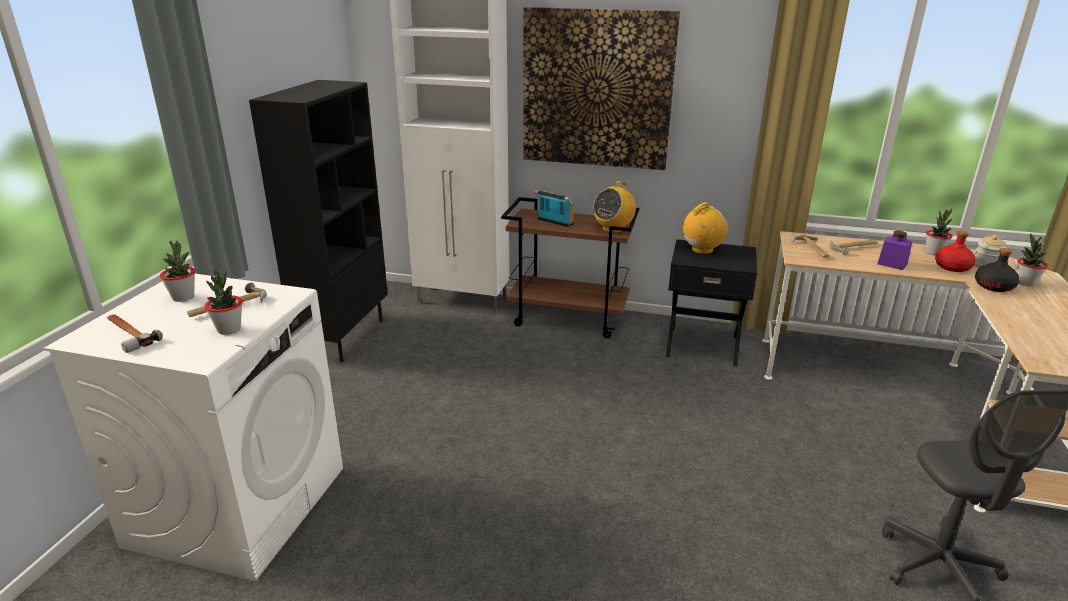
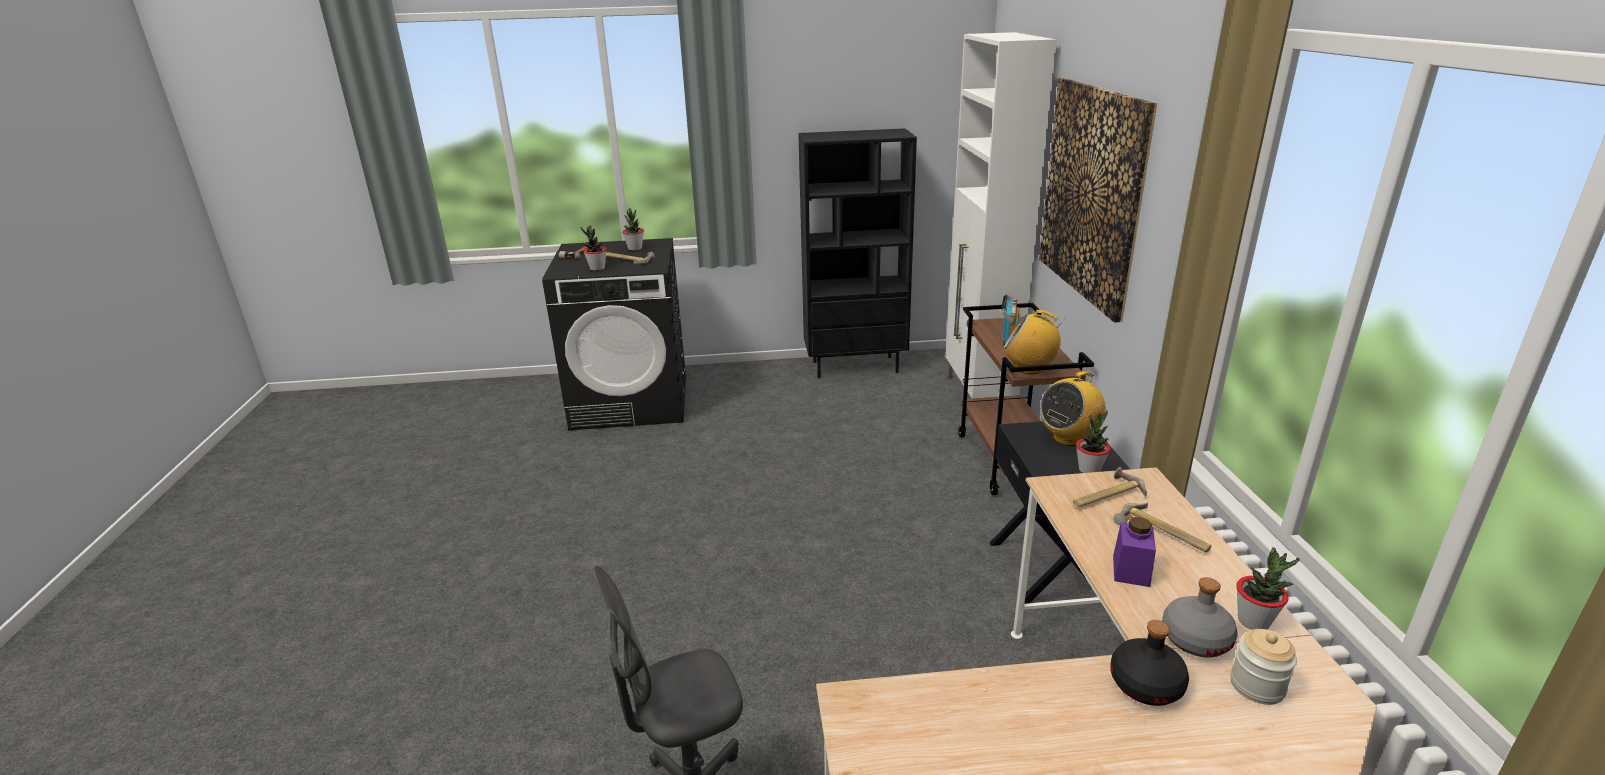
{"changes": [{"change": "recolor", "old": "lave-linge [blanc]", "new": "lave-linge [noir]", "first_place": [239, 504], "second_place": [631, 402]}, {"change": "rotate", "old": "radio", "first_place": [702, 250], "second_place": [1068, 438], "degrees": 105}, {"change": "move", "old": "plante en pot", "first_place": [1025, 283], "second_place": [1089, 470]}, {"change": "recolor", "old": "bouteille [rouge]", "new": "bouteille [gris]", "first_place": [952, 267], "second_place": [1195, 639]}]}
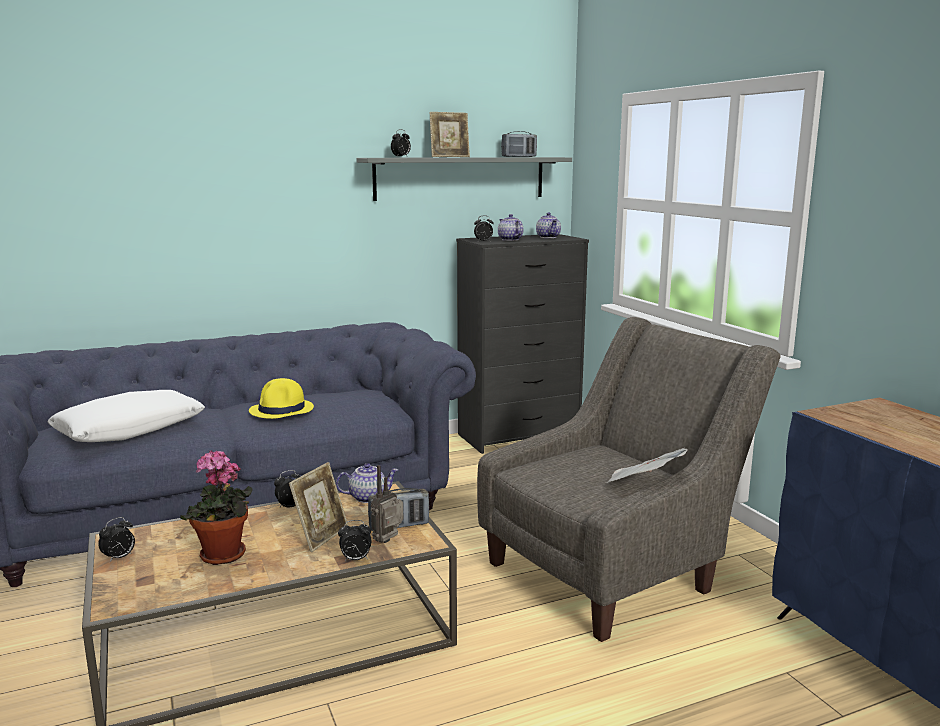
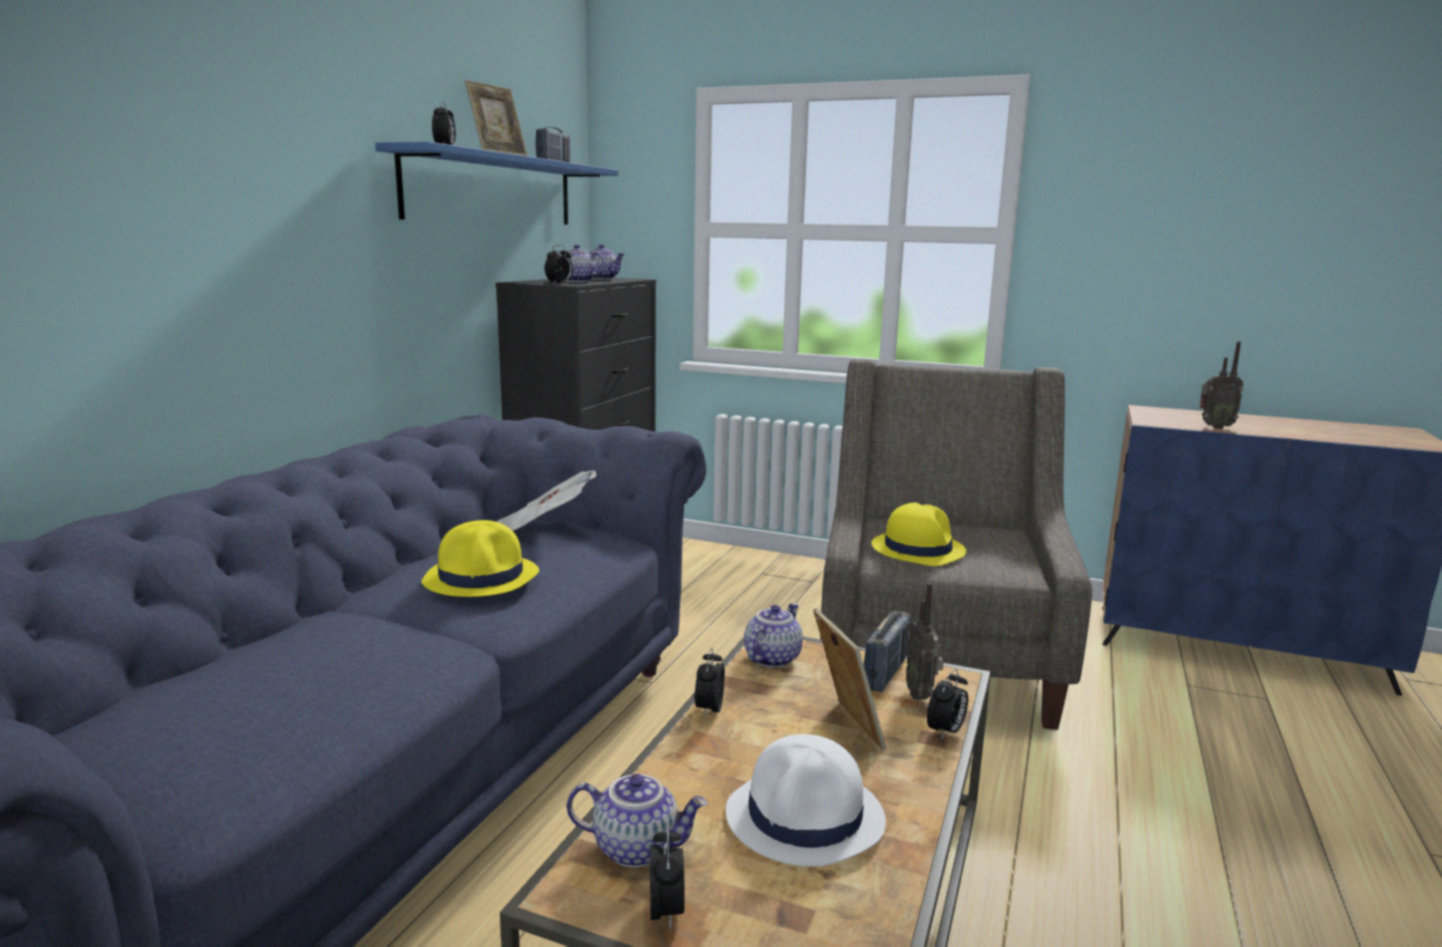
{"changes": [{"change": "recolor", "old": "étagère [gris]", "new": "étagère [bleu]", "first_place": [460, 178], "second_place": [492, 190]}, {"change": "move", "old": "journal", "first_place": [643, 485], "second_place": [543, 529]}, {"change": "insert", "new": "théière", "second_place": [637, 847]}, {"change": "replace", "old": "plante en pot", "new": "chapeau [blanc]", "first_place": [223, 557], "second_place": [806, 817]}, {"change": "insert", "new": "chapeau [jaune]", "second_place": [917, 549]}, {"change": "insert", "new": "radio", "second_place": [1214, 427]}, {"change": "delete", "old": "coussin [blanc]", "first_place": [130, 429]}]}
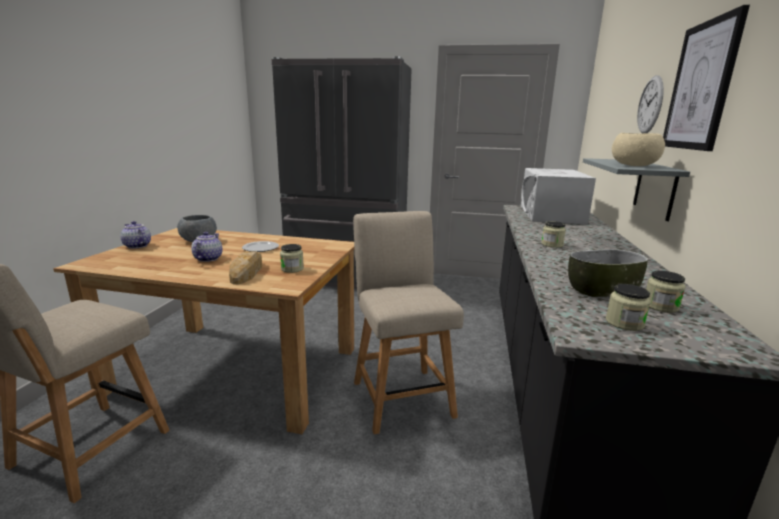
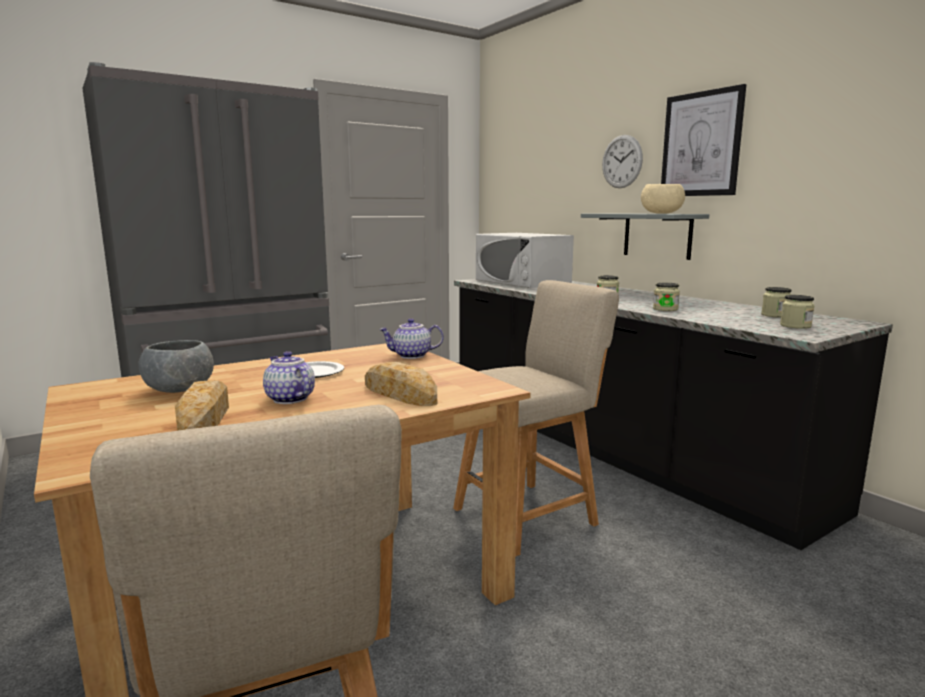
{"changes": [{"change": "insert", "new": "pain", "second_place": [205, 417]}, {"change": "move", "old": "théière", "first_place": [136, 246], "second_place": [411, 356]}, {"change": "rotate", "old": "chaise [beige]", "first_place": [401, 395], "second_place": [530, 514], "degrees": 120}, {"change": "move", "old": "bocal", "first_place": [292, 269], "second_place": [665, 309]}, {"change": "delete", "old": "bol", "first_place": [602, 290]}]}
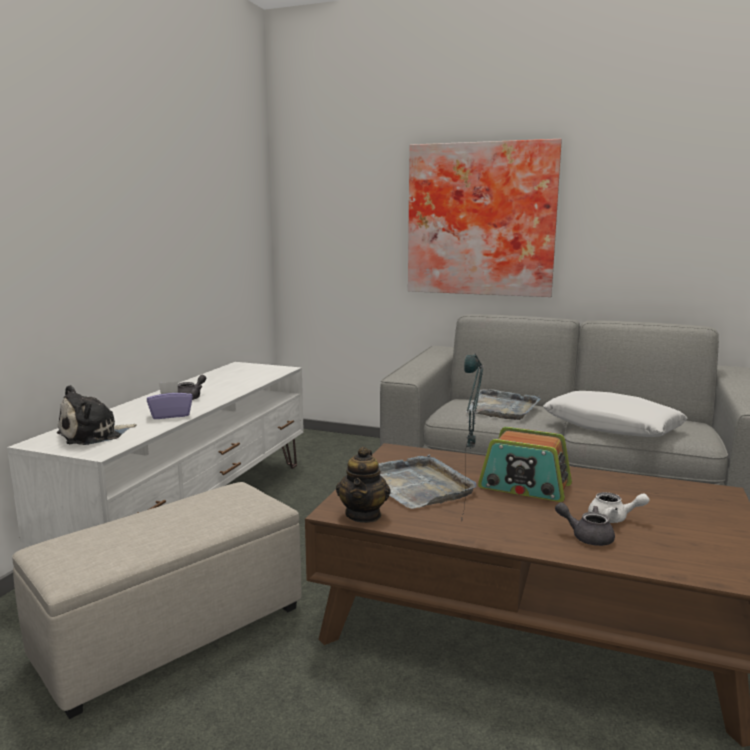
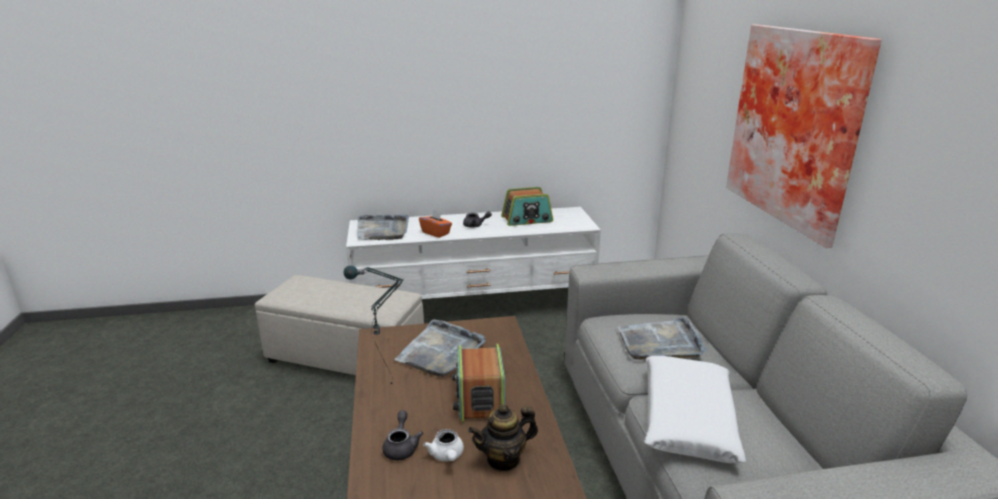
{"changes": [{"change": "replace", "old": "peluche", "new": "plateau [gris]", "first_place": [94, 435], "second_place": [382, 229]}, {"change": "recolor", "old": "boîte à mouchoirs [violet]", "new": "boîte à mouchoirs [orange]", "first_place": [170, 415], "second_place": [436, 233]}, {"change": "move", "old": "théière", "first_place": [364, 515], "second_place": [503, 459]}, {"change": "insert", "new": "radio", "second_place": [527, 219]}]}
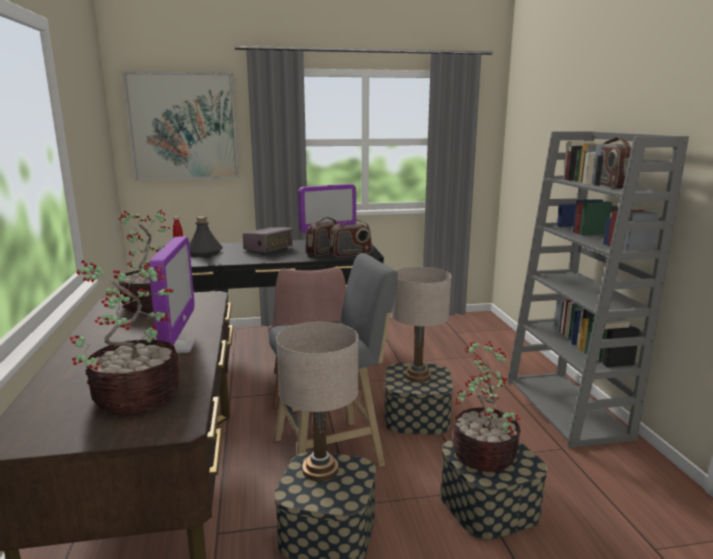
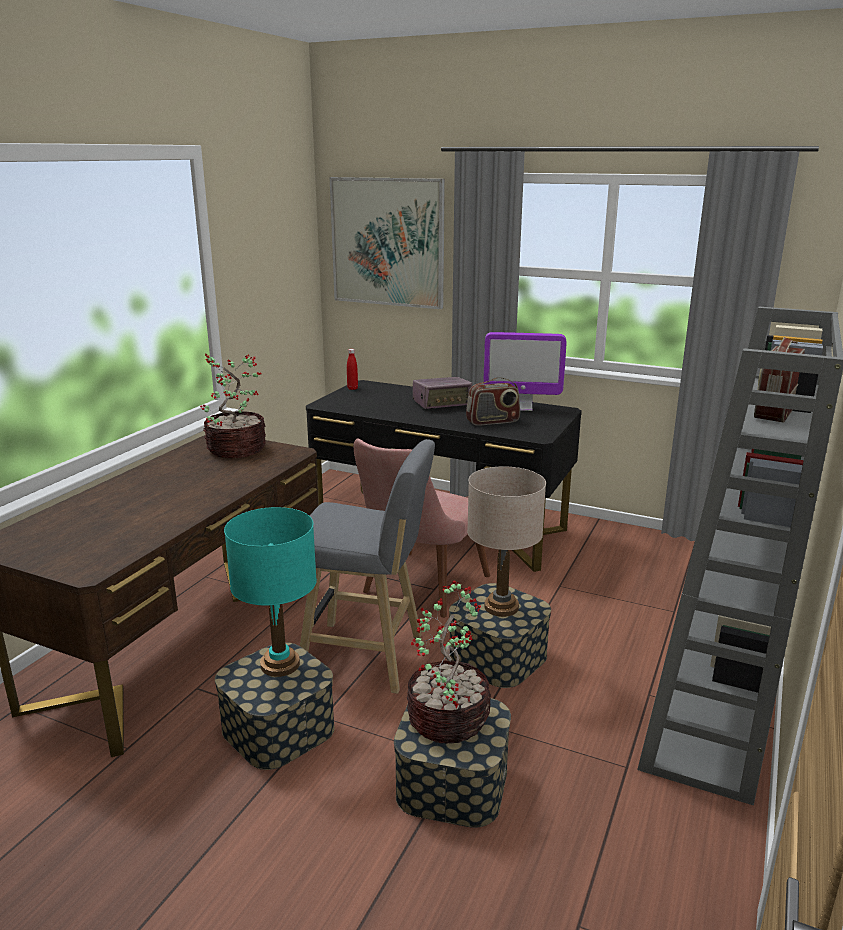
{"changes": [{"change": "recolor", "old": "lampe de table [beige]", "new": "lampe de table [turquoise]", "first_place": [320, 470], "second_place": [280, 665]}, {"change": "delete", "old": "plante en pot", "first_place": [134, 397]}, {"change": "delete", "old": "écran d'ordinateur", "first_place": [177, 347]}, {"change": "delete", "old": "bouteille [gris]", "first_place": [204, 252]}, {"change": "delete", "old": "radio", "first_place": [350, 254]}]}
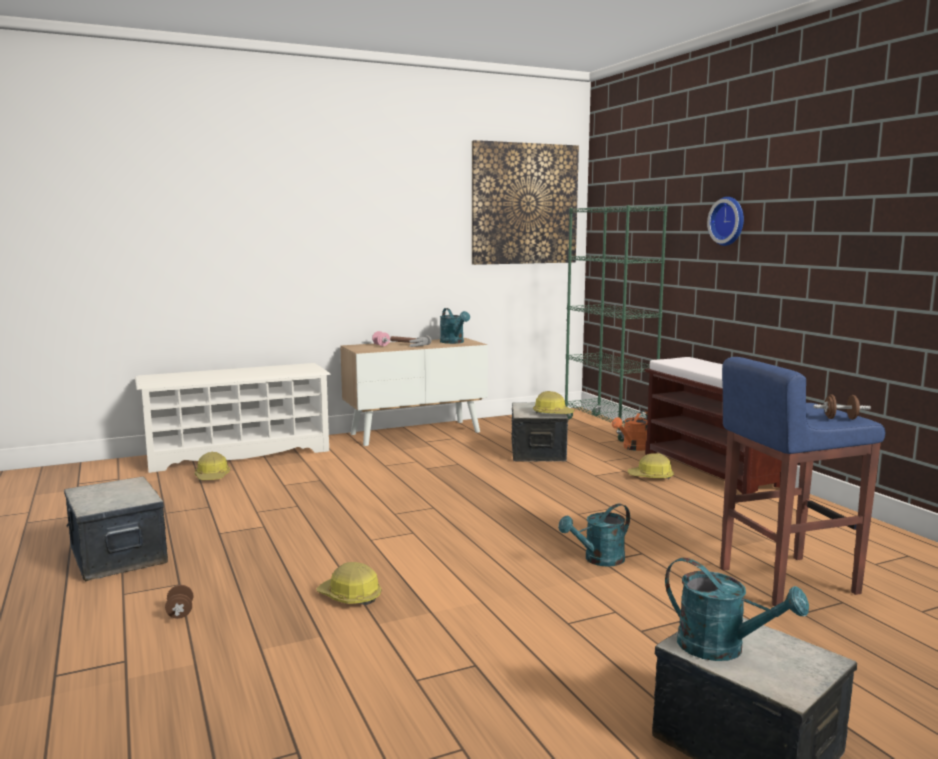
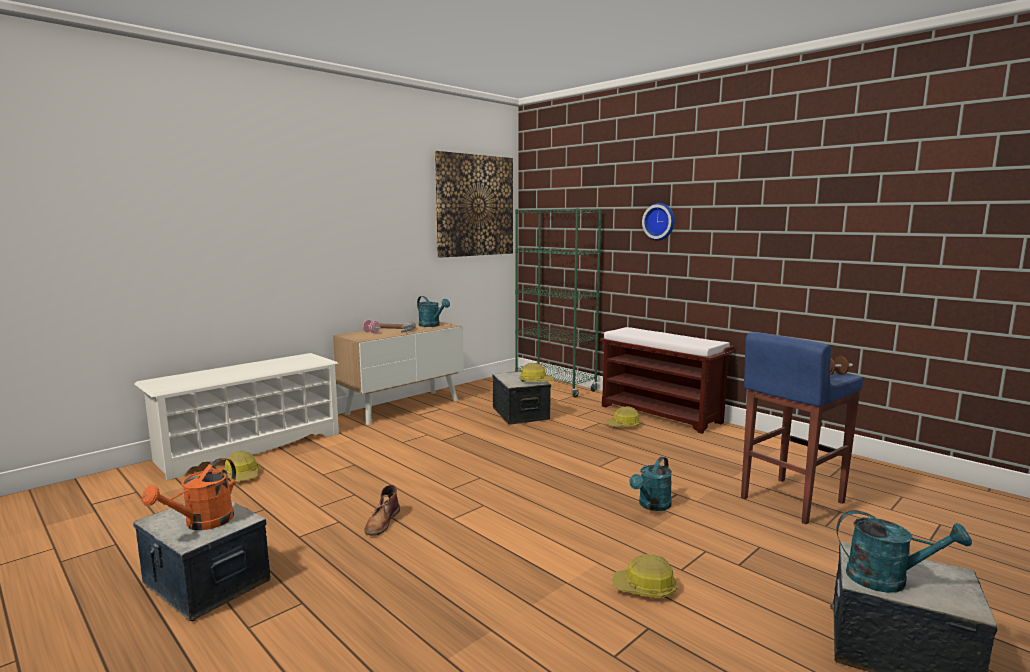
{"changes": [{"change": "move", "old": "arrosoir [orange]", "first_place": [633, 448], "second_place": [202, 524]}, {"change": "insert", "new": "botte [marron]", "second_place": [382, 522]}, {"change": "move", "old": "casque de chantier", "first_place": [350, 597], "second_place": [645, 588]}, {"change": "delete", "old": "haltère [marron]", "first_place": [180, 613]}]}
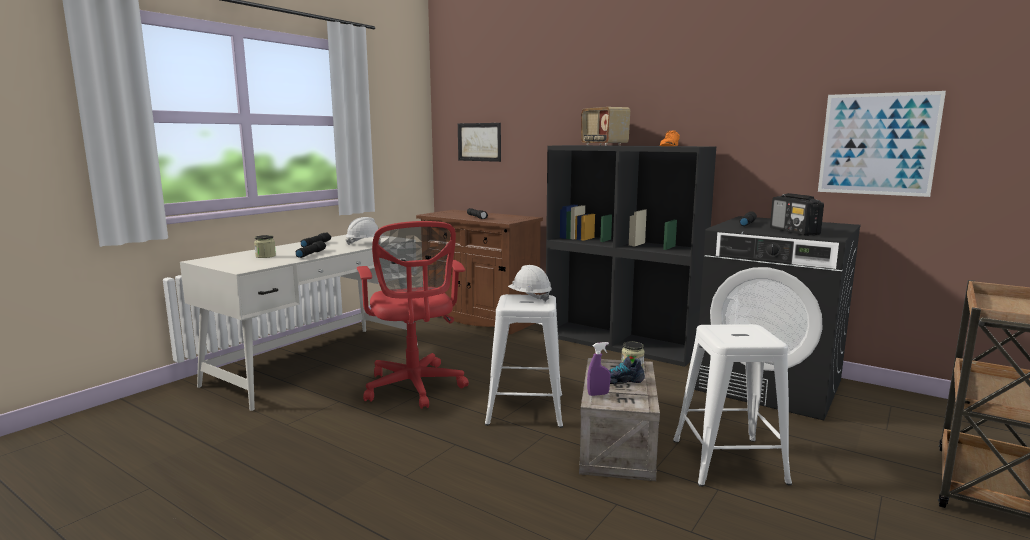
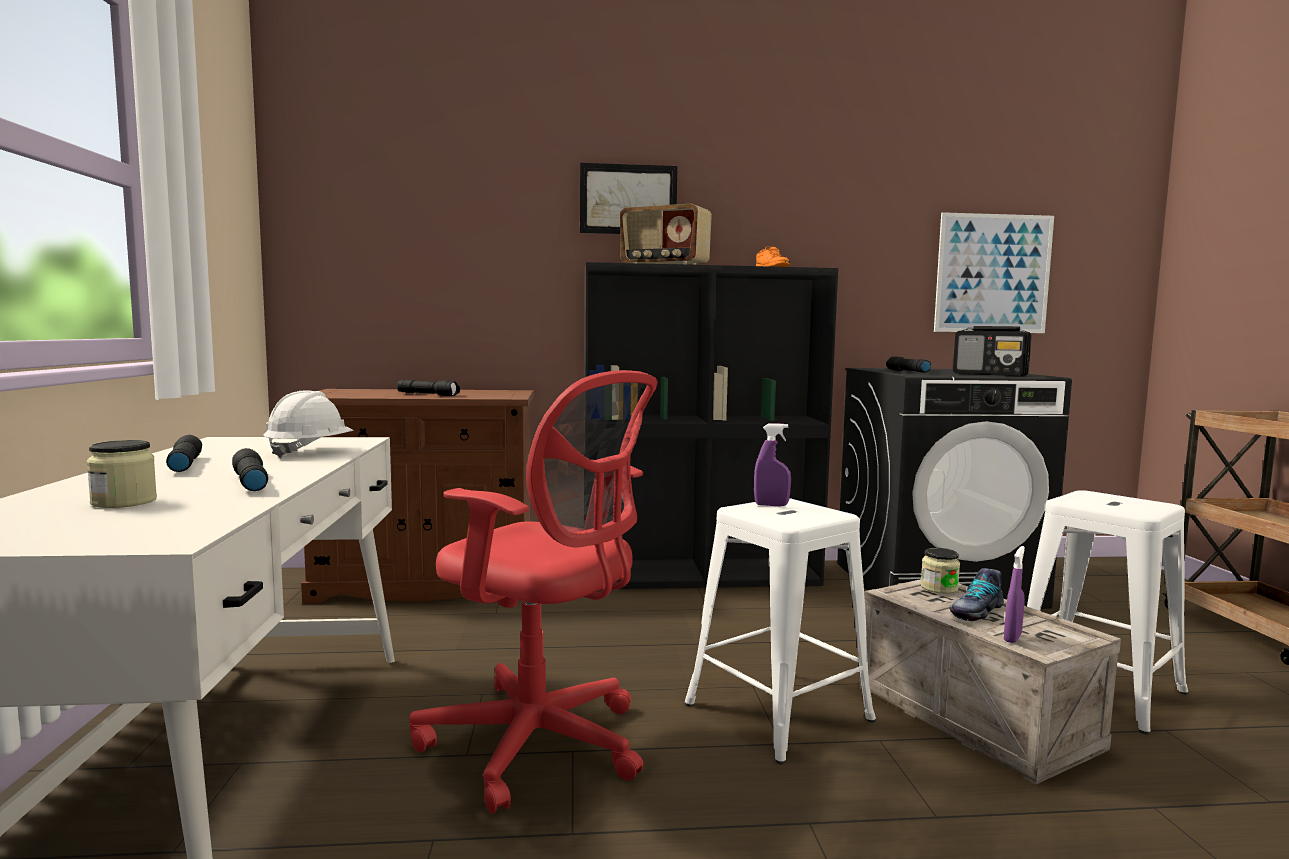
{"changes": [{"change": "move", "old": "tableau", "first_place": [479, 142], "second_place": [628, 199]}, {"change": "replace", "old": "casque de chantier [blanc]", "new": "vaporisateur [violet]", "first_place": [530, 297], "second_place": [771, 505]}]}
